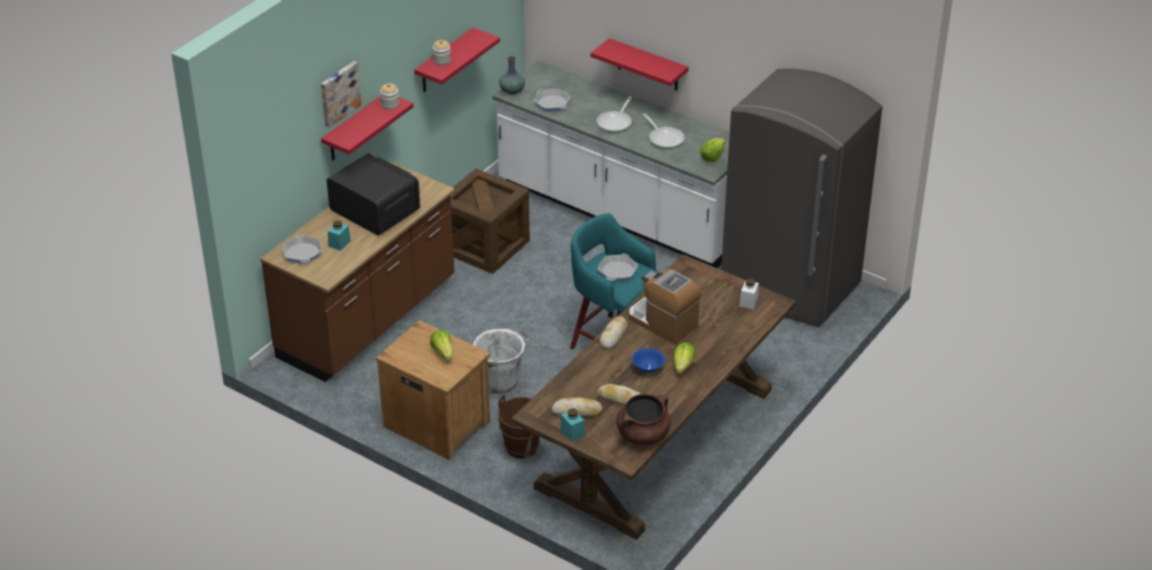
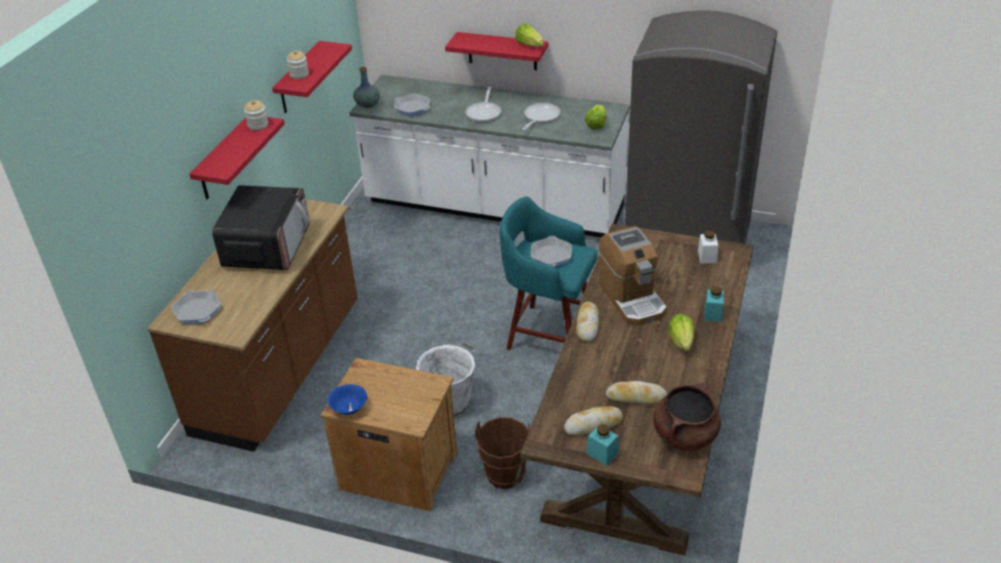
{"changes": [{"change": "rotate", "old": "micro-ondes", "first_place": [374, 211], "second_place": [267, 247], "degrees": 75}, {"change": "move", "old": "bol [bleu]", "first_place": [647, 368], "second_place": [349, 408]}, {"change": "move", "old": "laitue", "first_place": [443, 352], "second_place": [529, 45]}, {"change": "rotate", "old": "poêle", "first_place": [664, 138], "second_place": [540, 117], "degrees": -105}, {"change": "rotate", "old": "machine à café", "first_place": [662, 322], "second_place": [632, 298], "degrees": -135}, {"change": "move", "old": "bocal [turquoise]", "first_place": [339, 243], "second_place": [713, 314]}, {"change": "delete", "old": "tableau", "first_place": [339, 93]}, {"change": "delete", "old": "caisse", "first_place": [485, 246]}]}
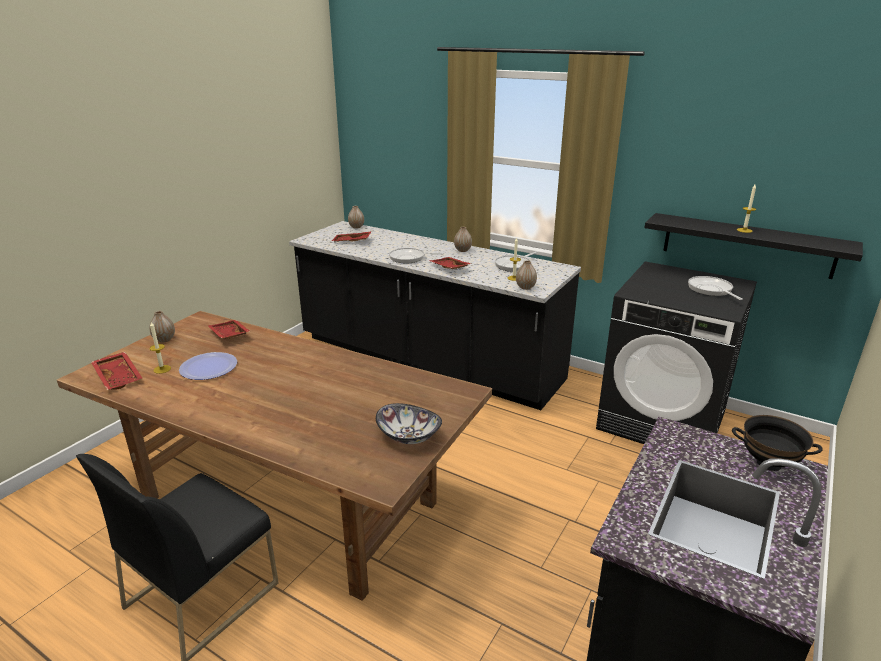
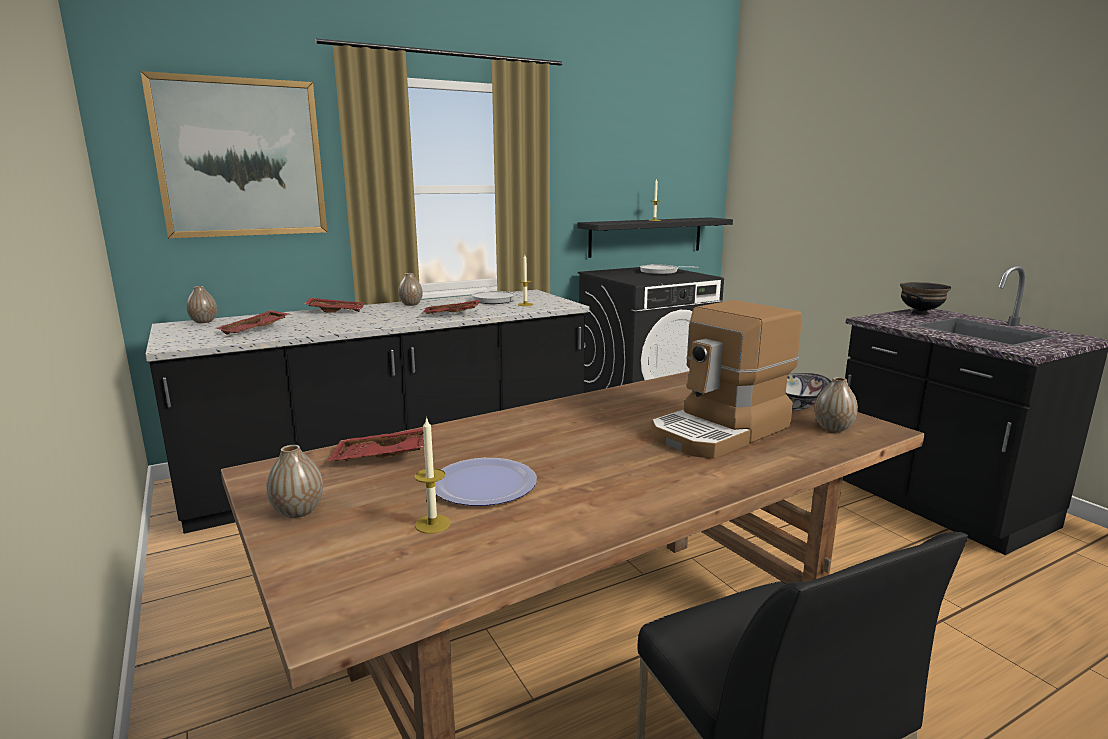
{"changes": [{"change": "insert", "new": "tableau", "second_place": [241, 158]}, {"change": "move", "old": "plateau [rouge]", "first_place": [119, 377], "second_place": [336, 311]}, {"change": "insert", "new": "machine à café", "second_place": [721, 431]}, {"change": "move", "old": "vase", "first_place": [525, 287], "second_place": [833, 428]}, {"change": "delete", "old": "poêle", "first_place": [409, 258]}]}
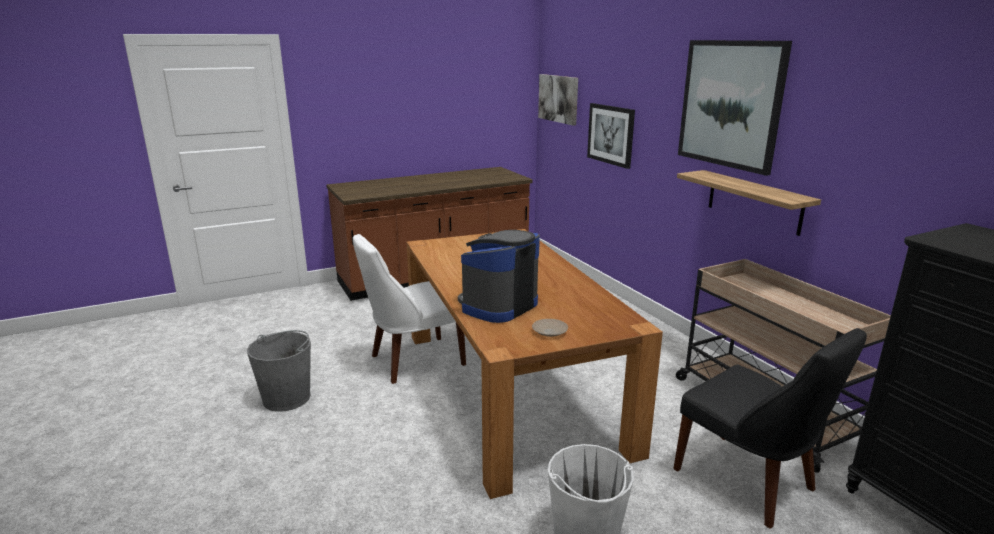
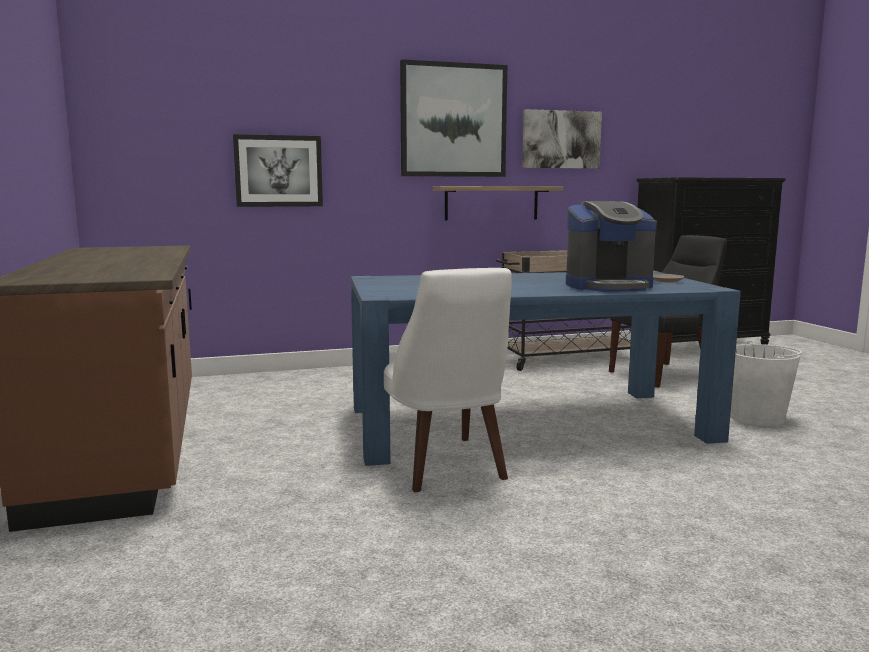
{"changes": [{"change": "recolor", "old": "table à manger [marron]", "new": "table à manger [bleu]", "first_place": [510, 388], "second_place": [526, 423]}, {"change": "move", "old": "tableau", "first_place": [558, 98], "second_place": [561, 139]}, {"change": "rotate", "old": "machine à café", "first_place": [498, 305], "second_place": [609, 286], "degrees": -60}, {"change": "delete", "old": "seau [gris]", "first_place": [287, 398]}]}
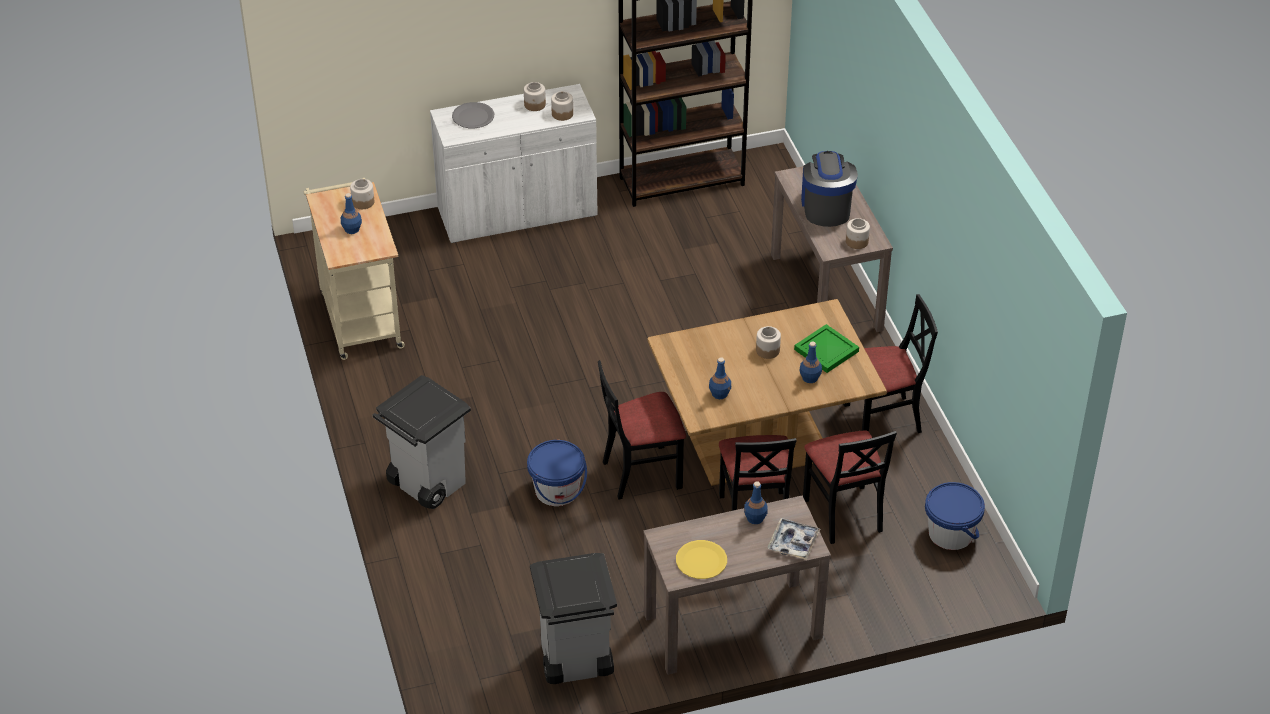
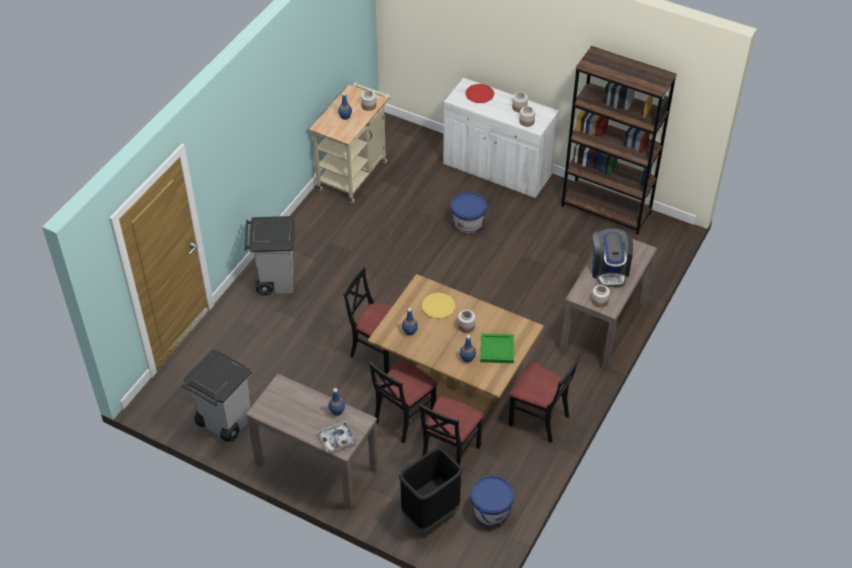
{"changes": [{"change": "insert", "new": "poubelle [noir]", "second_place": [430, 514]}, {"change": "move", "old": "assiette [jaune]", "first_place": [701, 561], "second_place": [438, 306]}, {"change": "move", "old": "seau [bleu]", "first_place": [557, 490], "second_place": [468, 223]}, {"change": "recolor", "old": "assiette [gris]", "new": "assiette [rouge]", "first_place": [473, 116], "second_place": [479, 94]}, {"change": "rotate", "old": "machine à café", "first_place": [826, 207], "second_place": [609, 269], "degrees": 135}]}
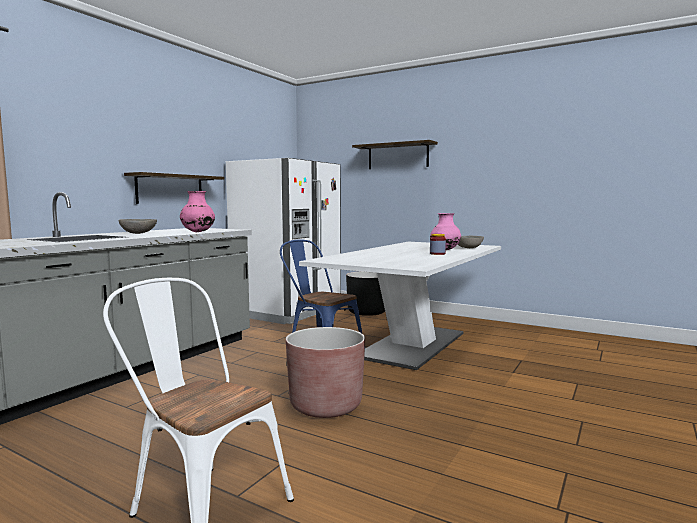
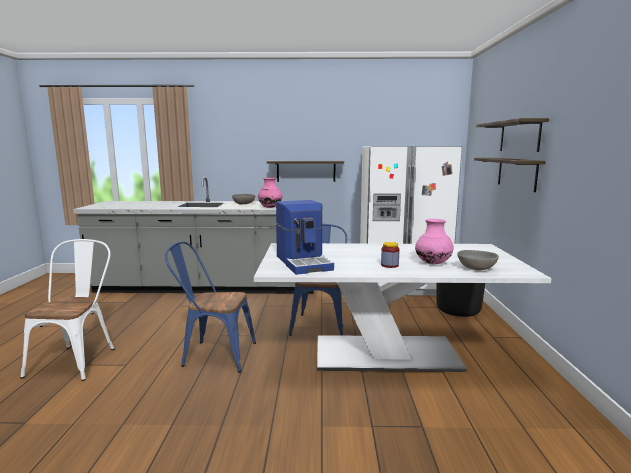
{"changes": [{"change": "replace", "old": "cache-pot [marron]", "new": "chaise [bleu]", "first_place": [326, 405], "second_place": [213, 354]}, {"change": "insert", "new": "machine à café", "second_place": [304, 263]}, {"change": "insert", "new": "étagère", "second_place": [517, 173]}]}
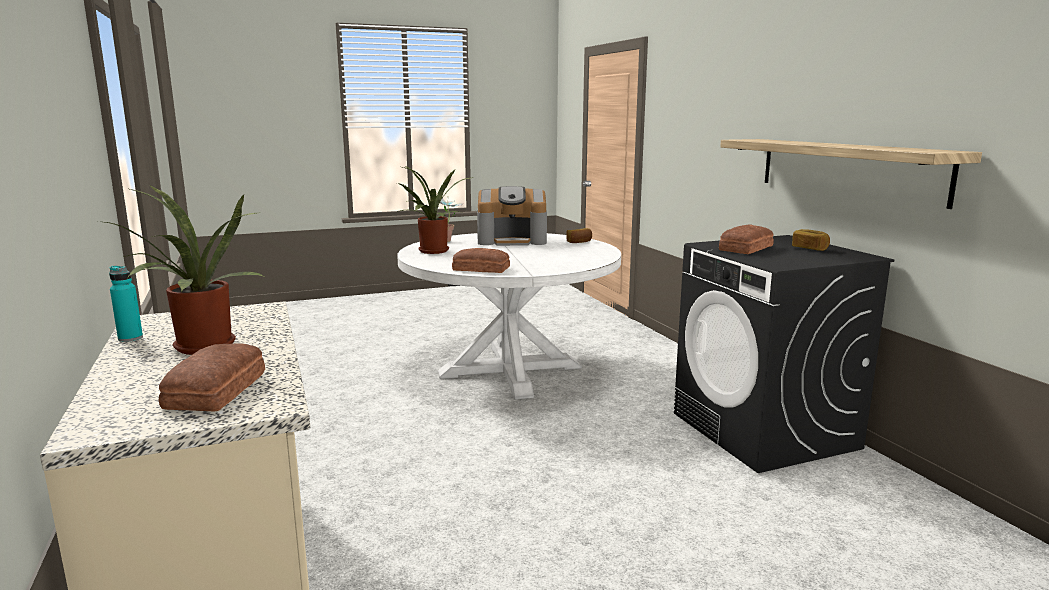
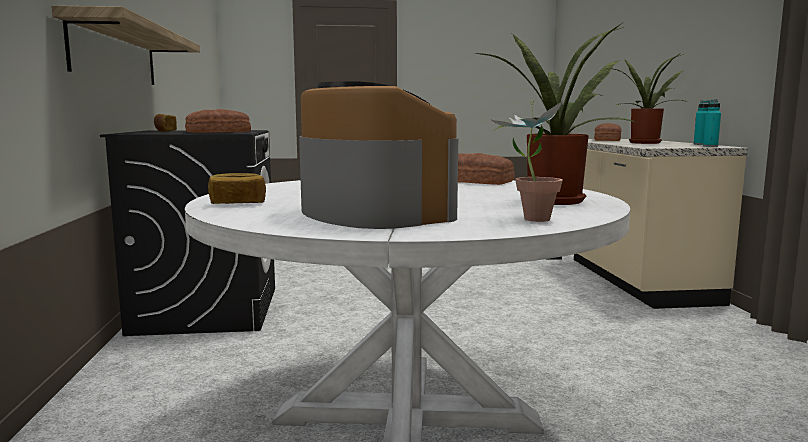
{"changes": [{"change": "rotate", "old": "machine à café", "first_place": [512, 240], "second_place": [371, 212], "degrees": 45}, {"change": "insert", "new": "bouteille [turquoise]", "second_place": [710, 146]}]}
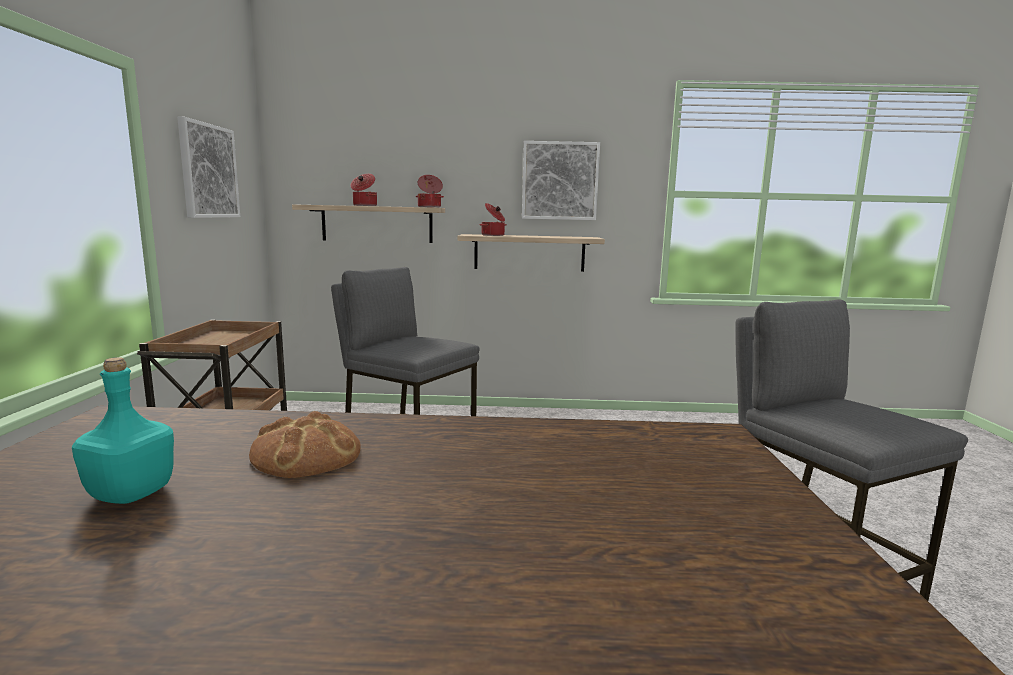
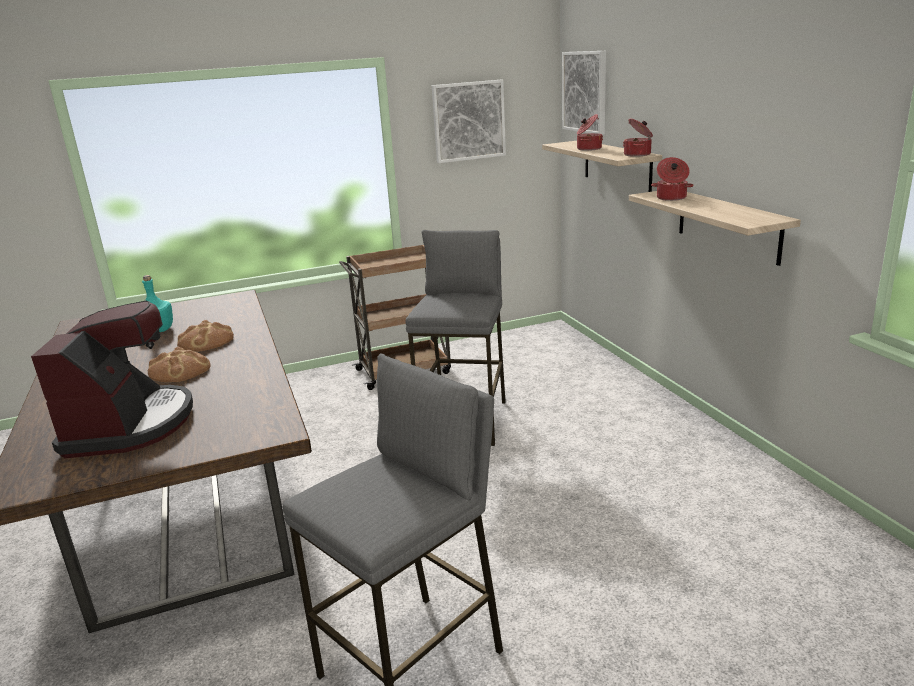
{"changes": [{"change": "insert", "new": "machine à café", "second_place": [130, 425]}, {"change": "insert", "new": "pain", "second_place": [180, 370]}, {"change": "move", "old": "tableau", "first_place": [560, 181], "second_place": [585, 92]}]}
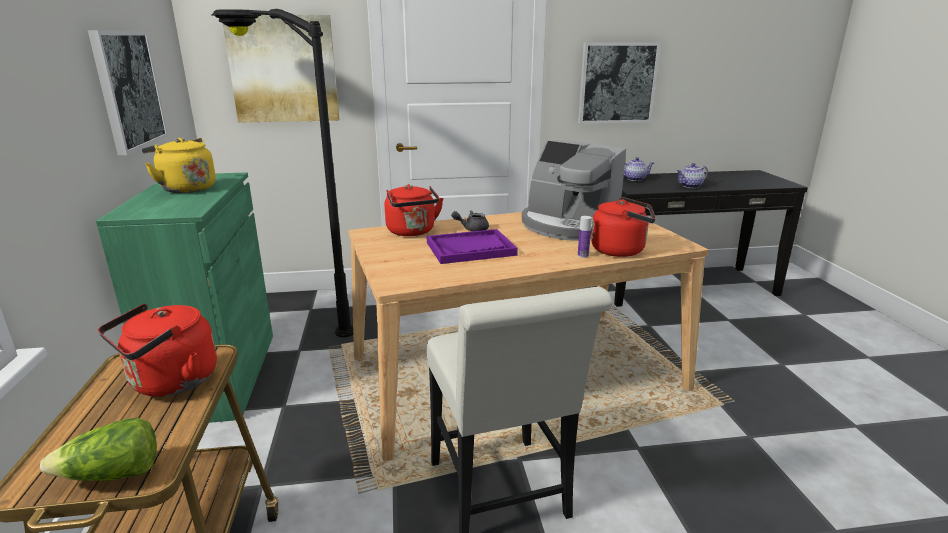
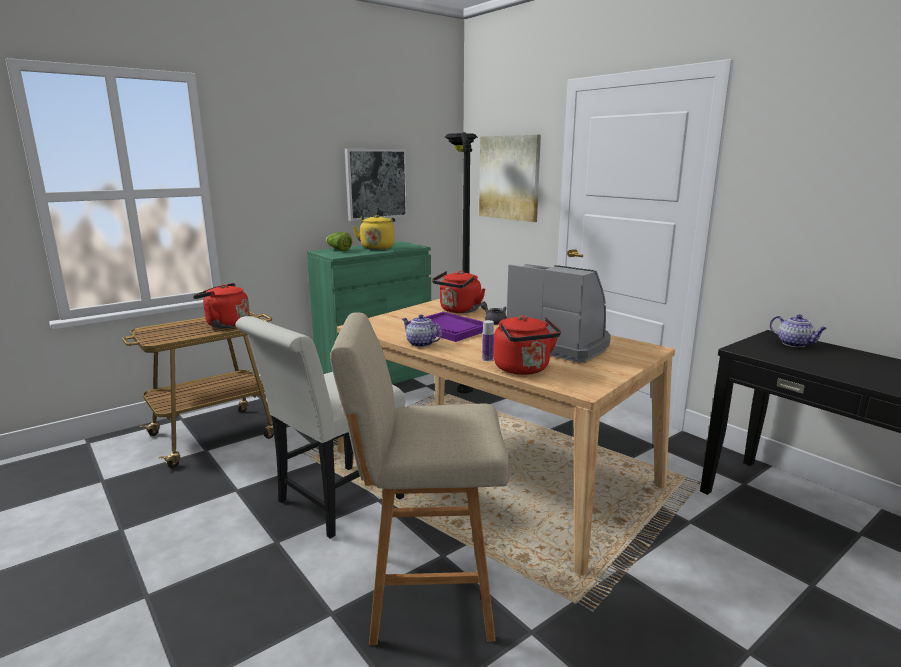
{"changes": [{"change": "move", "old": "laitue", "first_place": [112, 475], "second_place": [338, 250]}, {"change": "insert", "new": "tabouret [beige]", "second_place": [425, 594]}, {"change": "move", "old": "théière", "first_place": [690, 186], "second_place": [420, 343]}, {"change": "rotate", "old": "machine à café", "first_place": [567, 225], "second_place": [559, 344], "degrees": 120}, {"change": "delete", "old": "tableau", "first_place": [617, 83]}]}
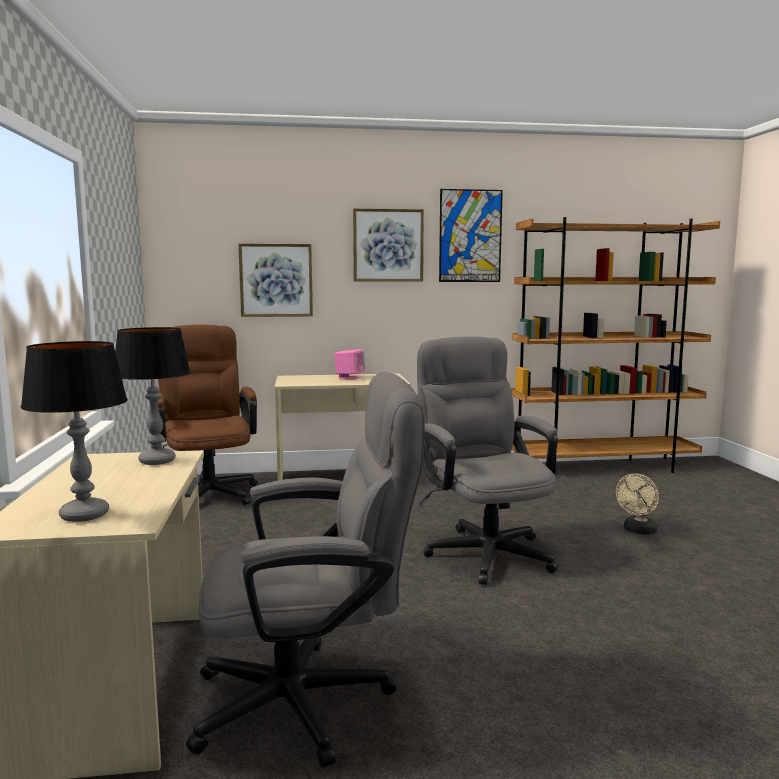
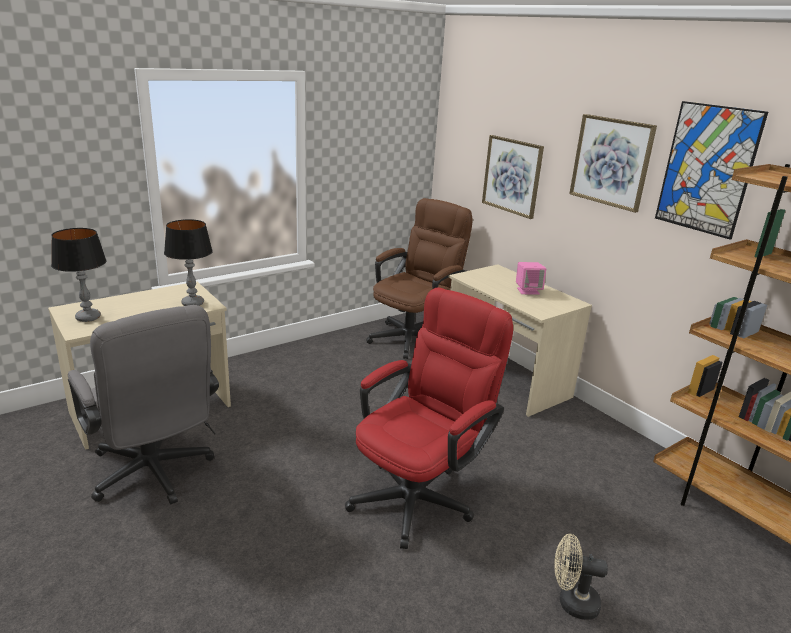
{"changes": [{"change": "recolor", "old": "chaise de bureau [gris]", "new": "chaise de bureau [rouge]", "first_place": [483, 549], "second_place": [420, 494]}]}
